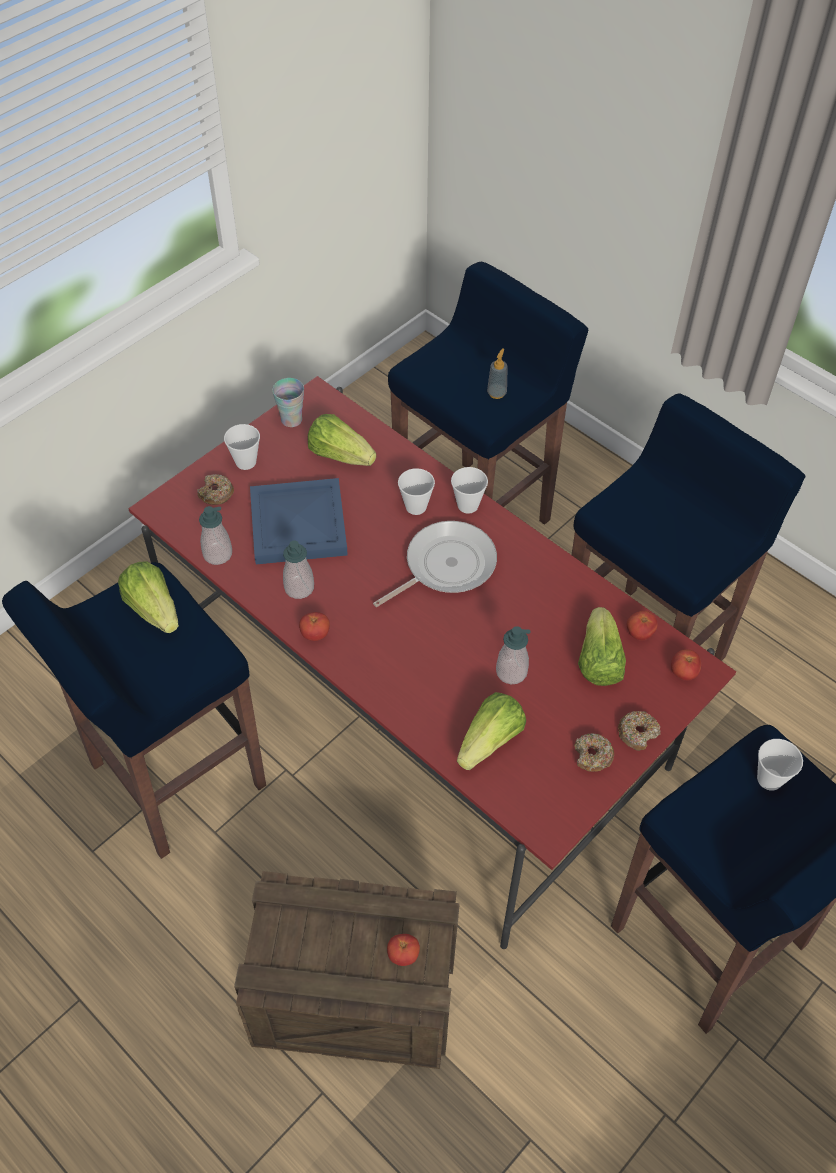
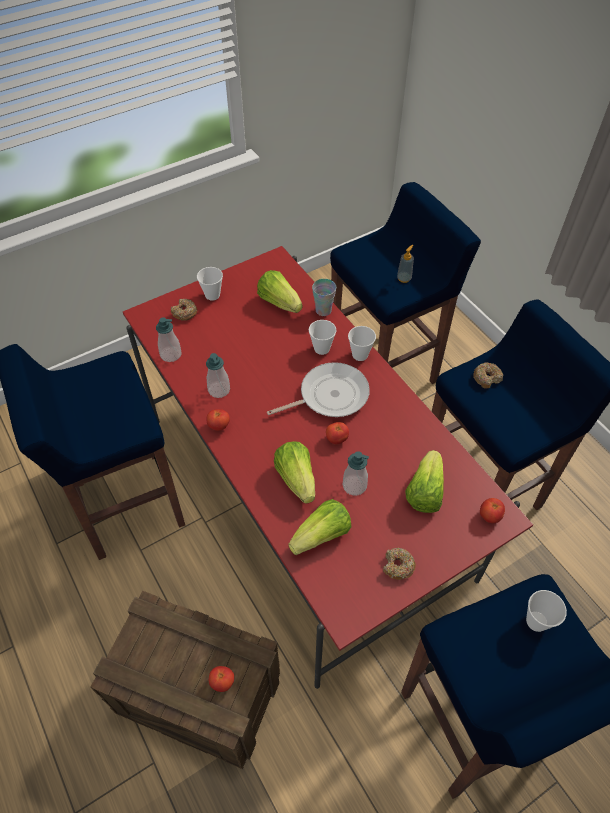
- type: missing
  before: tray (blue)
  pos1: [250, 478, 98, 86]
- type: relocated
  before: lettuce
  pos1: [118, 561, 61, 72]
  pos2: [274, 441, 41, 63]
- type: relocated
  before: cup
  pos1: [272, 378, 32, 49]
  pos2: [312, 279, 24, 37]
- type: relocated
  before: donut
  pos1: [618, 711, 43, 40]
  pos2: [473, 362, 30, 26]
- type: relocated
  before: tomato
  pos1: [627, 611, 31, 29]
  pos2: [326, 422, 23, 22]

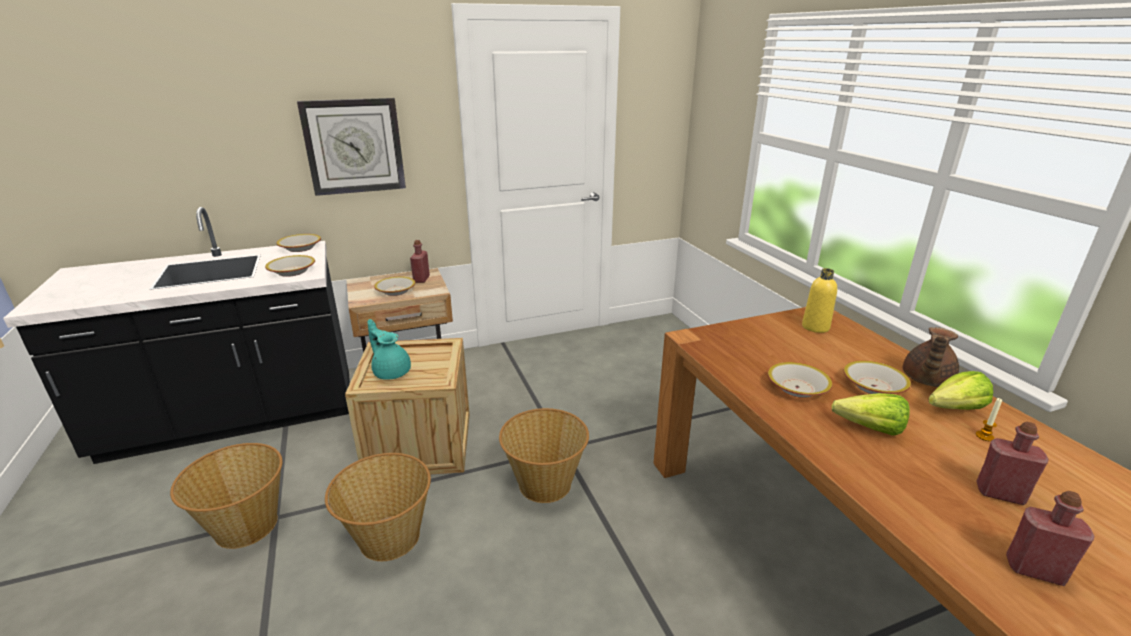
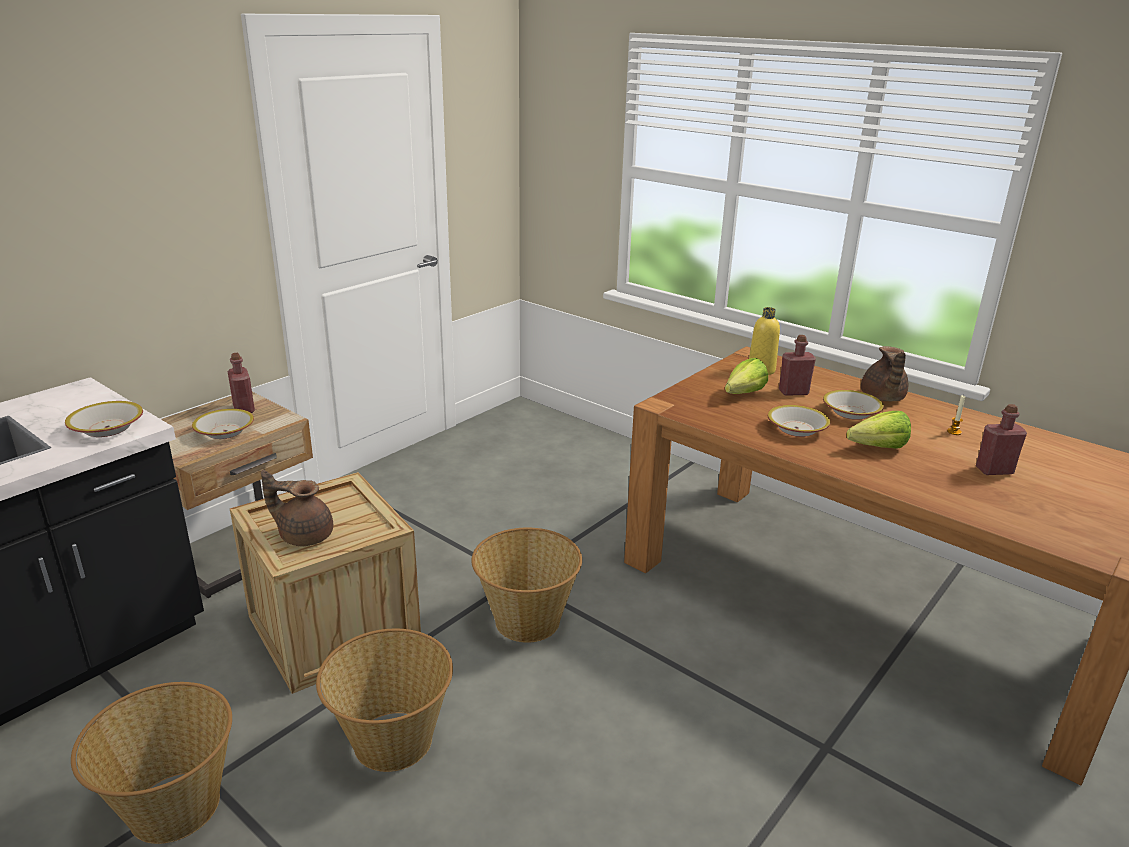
- type: missing
  before: bowl
  pos1: [276, 234, 45, 18]
- type: missing
  before: wall clock
  pos1: [297, 98, 109, 98]
- type: relocated
  before: lettuce
  pos1: [928, 371, 65, 39]
  pos2: [725, 358, 43, 36]
- type: relocated
  before: bottle (red)
  pos1: [1006, 491, 89, 95]
  pos2: [779, 335, 37, 61]
- type: colour
  before: teapot (turquoise)
  after: teapot (brown)
  pos1: [368, 319, 43, 61]
  pos2: [261, 470, 72, 76]

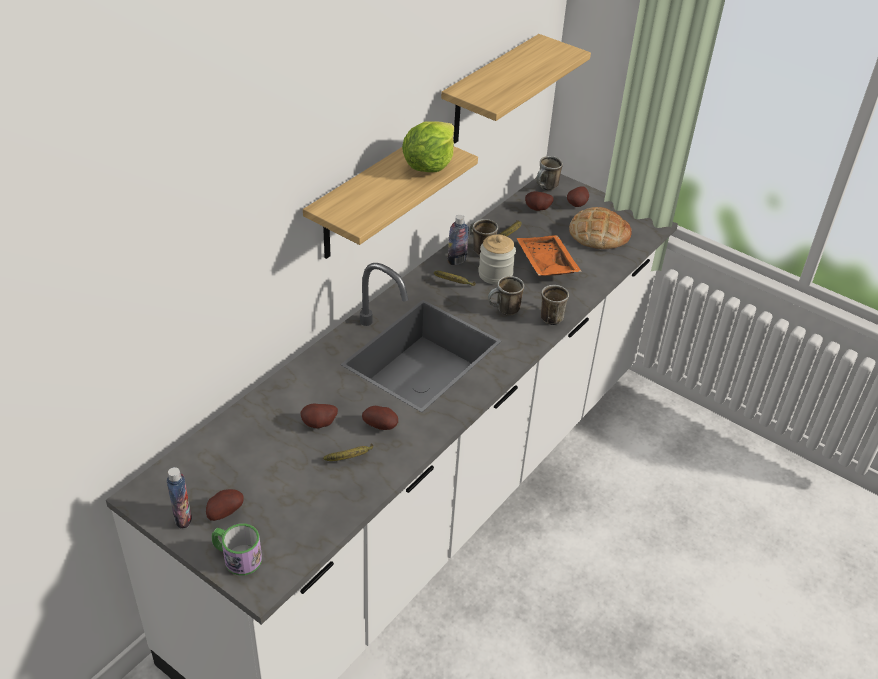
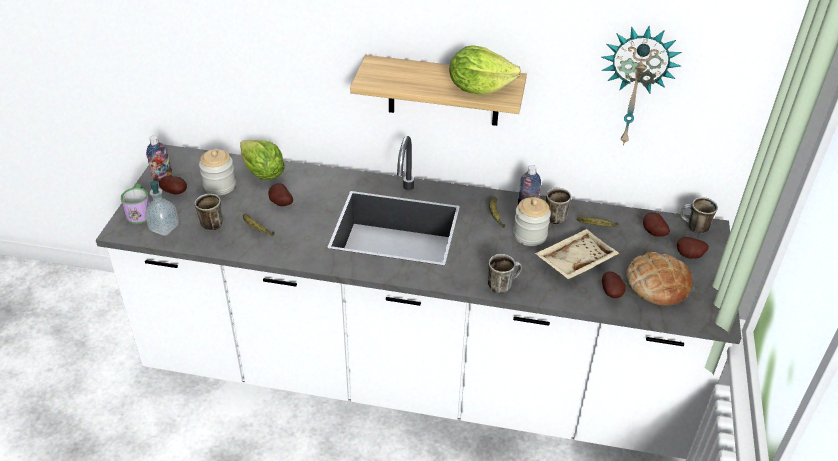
- type: appeared
  after: soap dispenser
  pos2: [145, 180, 34, 56]
- type: appeared
  after: jar
  pos2: [199, 149, 37, 47]
- type: appeared
  after: lettuce
  pos2: [240, 140, 45, 40]
- type: relocated
  before: potato
  pos1: [362, 406, 36, 24]
  pos2: [602, 271, 24, 27]
- type: relocated
  before: mug
  pos1: [488, 276, 36, 40]
  pos2: [195, 194, 28, 37]
- type: exchanged
  before: shelf
  after: wall clock
  pos1: [441, 34, 150, 109]
  pos2: [602, 26, 80, 120]
- type: colour
  before: tray (orange)
  after: tray (beige)
  pos1: [517, 235, 65, 41]
  pos2: [535, 229, 85, 50]

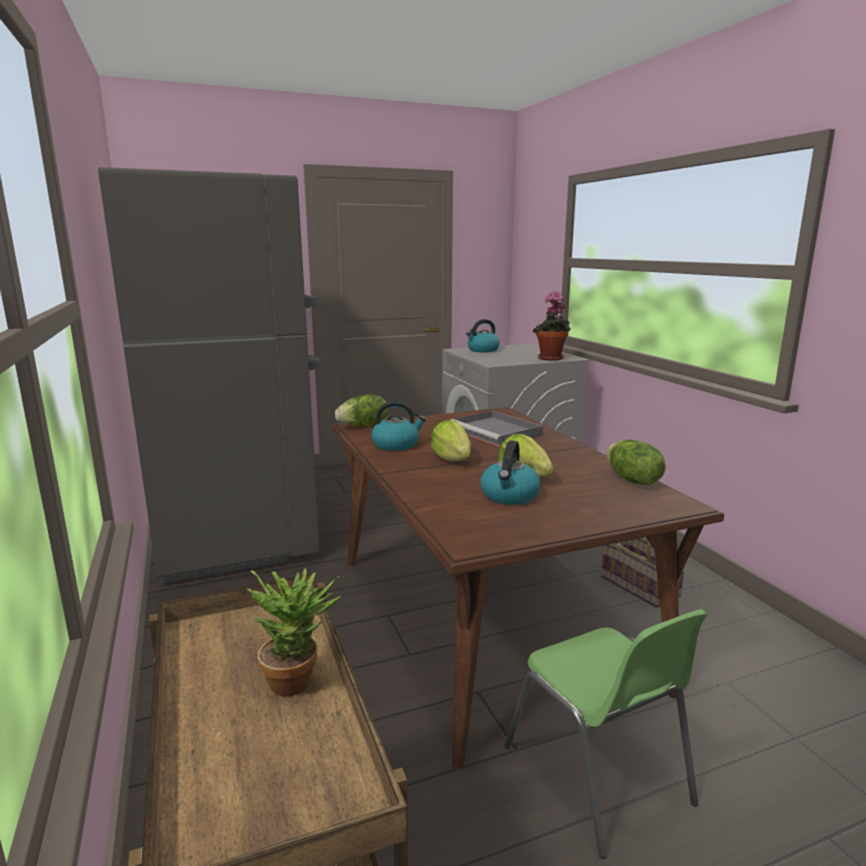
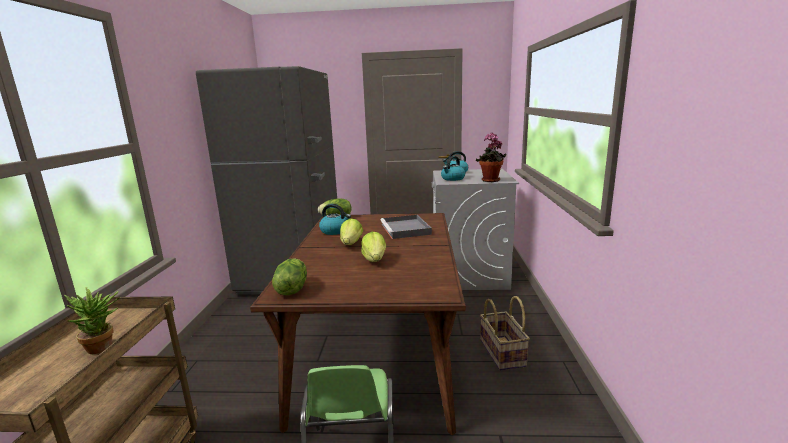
- type: relocated
  before: kettle
  pos1: [480, 441, 60, 64]
  pos2: [441, 156, 24, 25]
- type: relocated
  before: lettuce
  pos1: [607, 440, 59, 45]
  pos2: [272, 258, 35, 37]

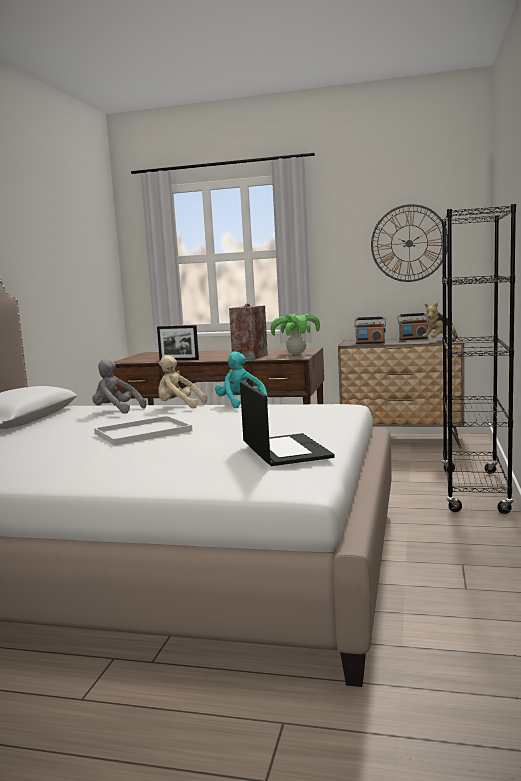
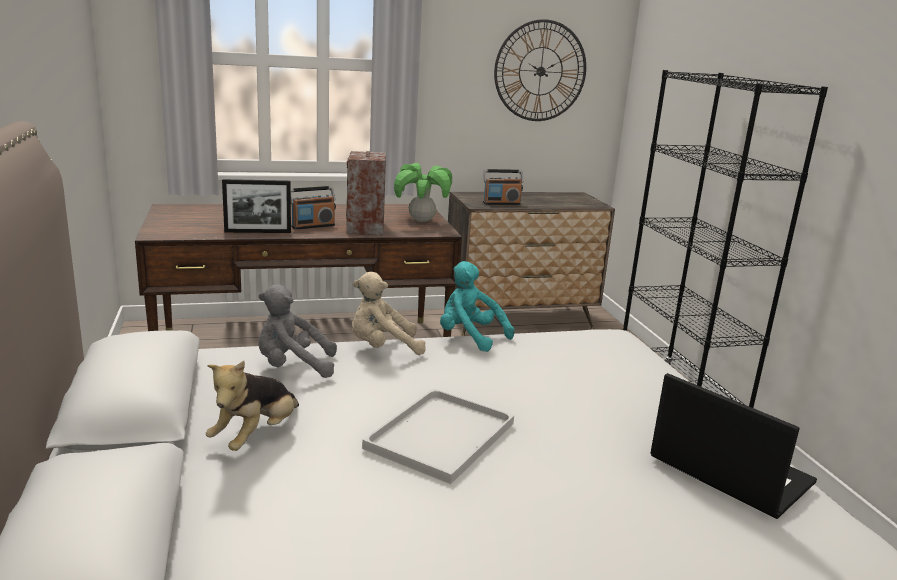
- type: relocated
  before: radio
  pos1: [397, 313, 31, 27]
  pos2: [291, 186, 45, 44]
- type: relocated
  before: plush toy
  pos1: [422, 302, 36, 36]
  pos2: [206, 361, 93, 90]

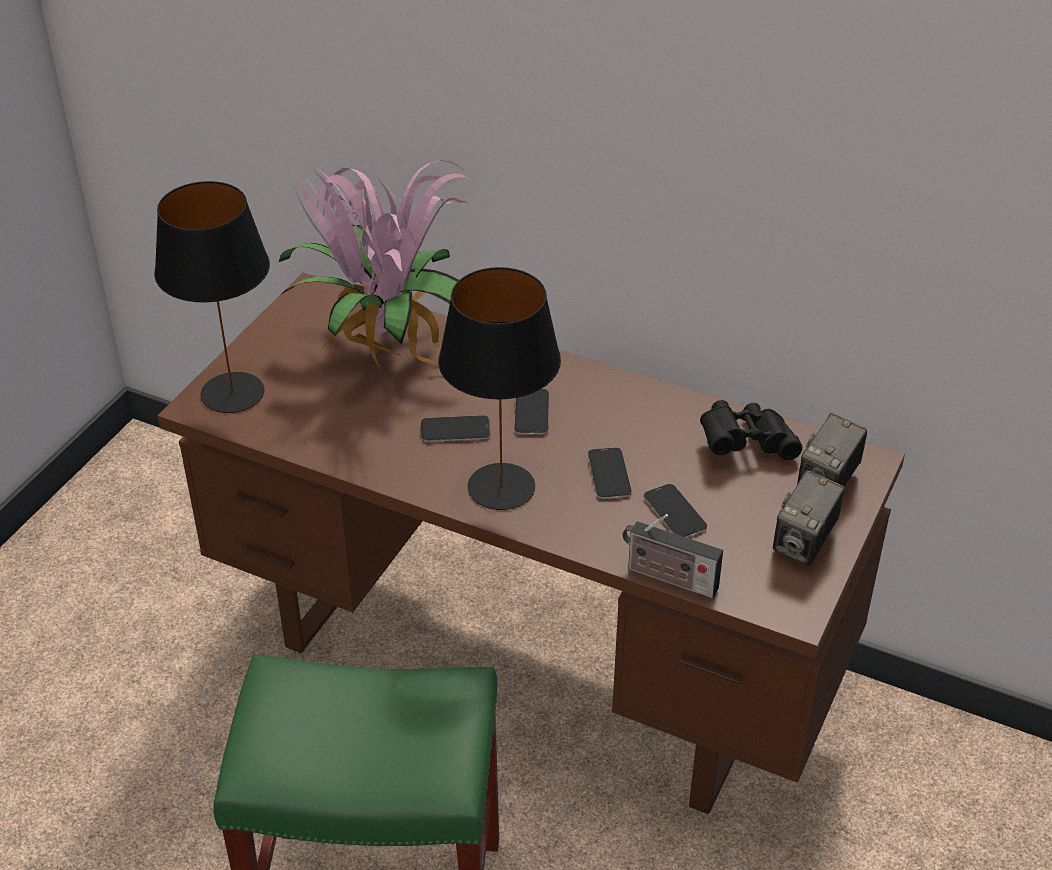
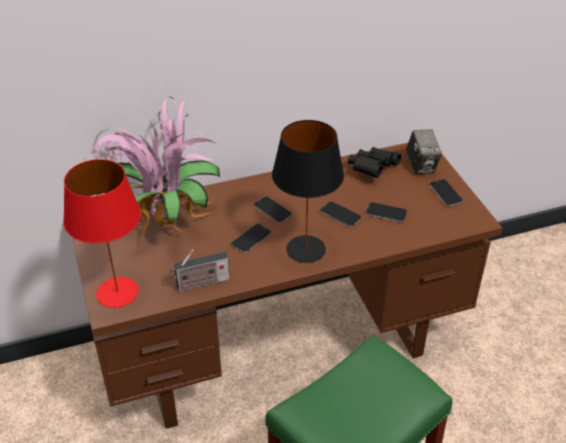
- type: relocated
  before: radio
  pos1: [622, 514, 101, 84]
  pos2: [169, 249, 61, 43]
- type: exchanged
  before: photo camera
  after: phone
  pos1: [773, 470, 72, 96]
  pos2: [429, 179, 34, 27]
- type: colour
  before: table lamp (black)
  after: table lamp (red)
  pos1: [154, 181, 116, 232]
  pos2: [63, 159, 78, 149]

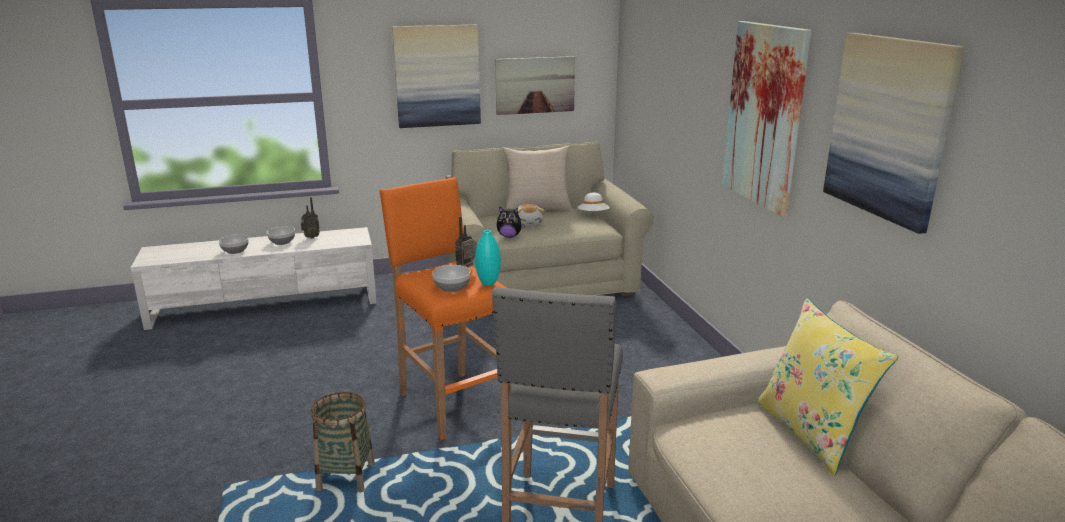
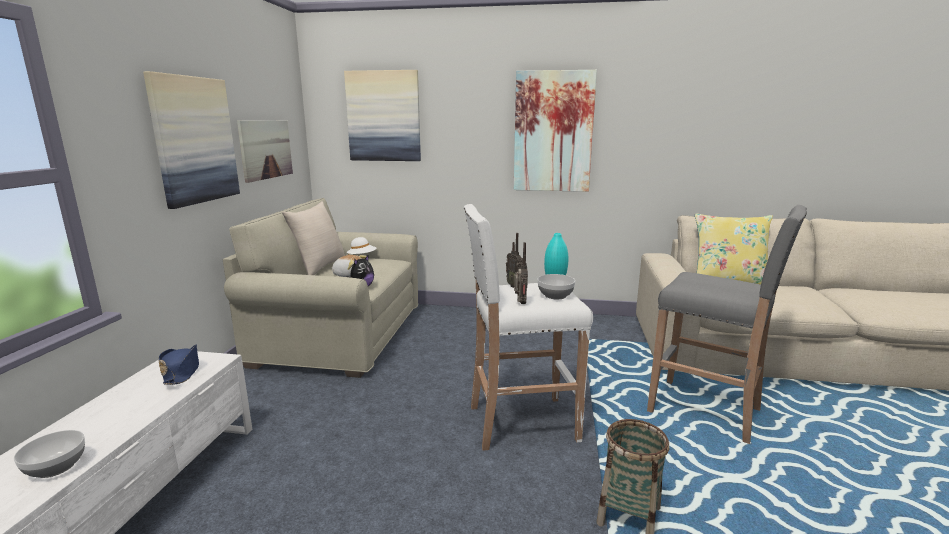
- type: missing
  before: bowl
  pos1: [267, 226, 28, 19]
- type: appeared
  after: hat (blue)
  pos2: [159, 344, 40, 41]
- type: relocated
  before: radio
  pos1: [301, 197, 19, 42]
  pos2: [514, 242, 14, 62]
- type: relocated
  before: picture
  pos1: [823, 33, 142, 201]
  pos2: [344, 70, 77, 91]
- type: colour
  before: stool (orange)
  after: stool (white)
  pos1: [380, 177, 127, 263]
  pos2: [464, 204, 129, 247]

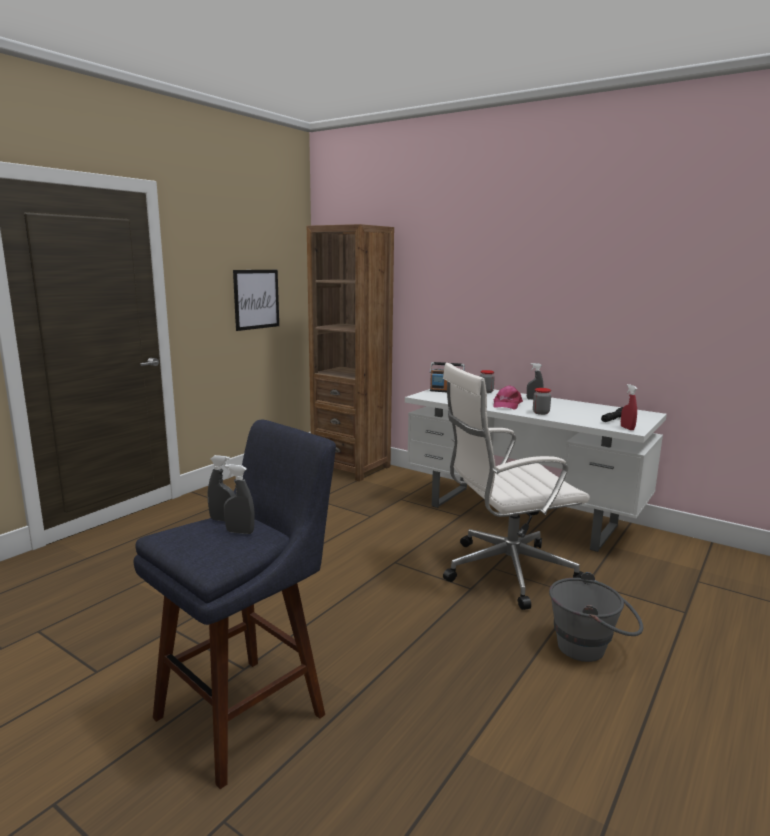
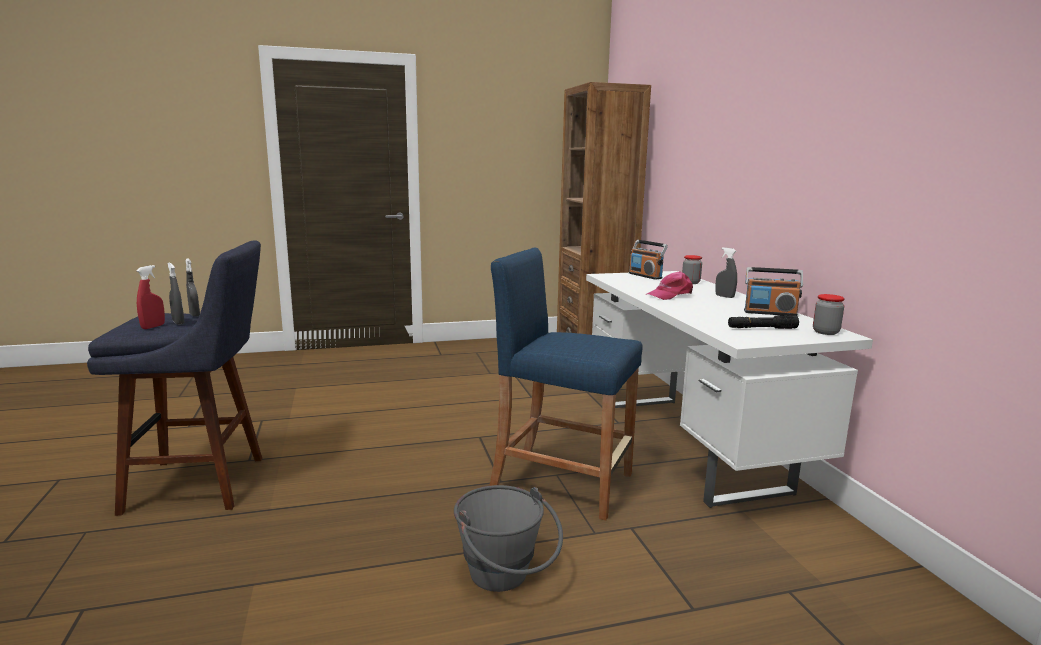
- type: missing
  before: picture
  pos1: [233, 270, 46, 61]
- type: appeared
  after: radio
  pos2: [744, 267, 59, 49]
- type: relocated
  before: jar
  pos1: [533, 388, 18, 27]
  pos2: [813, 294, 32, 41]
- type: relocated
  before: spray bottle (red)
  pos1: [621, 384, 16, 46]
  pos2: [137, 265, 28, 64]
- type: exchanged
  before: office chair (white)
  after: stool (blue)
  pos1: [443, 363, 147, 247]
  pos2: [489, 247, 154, 273]

